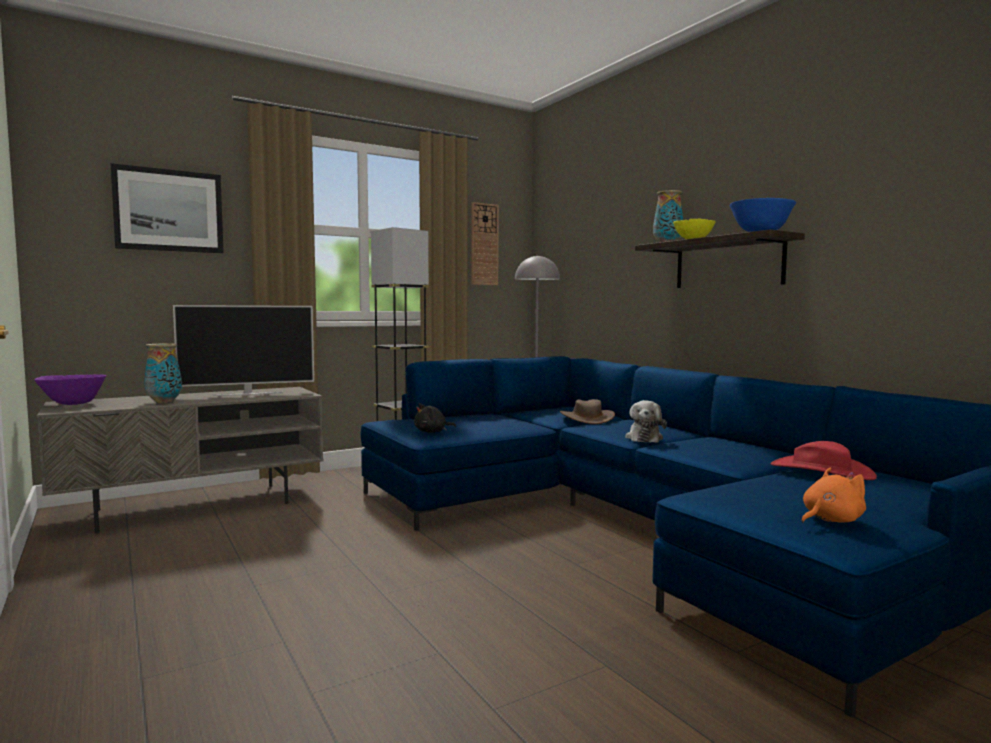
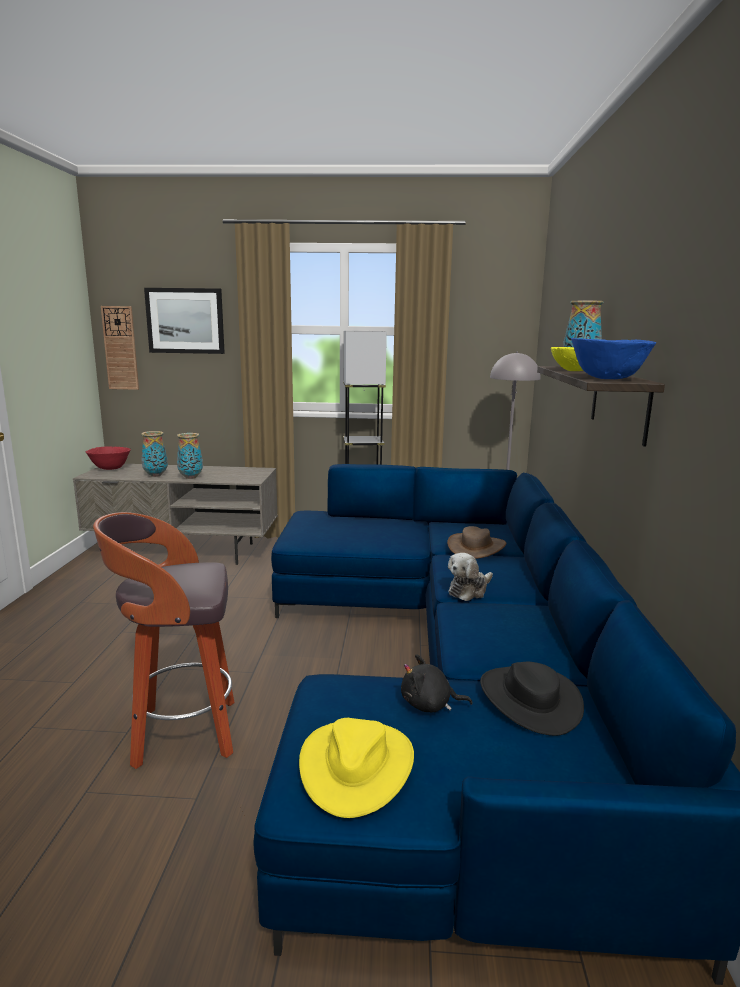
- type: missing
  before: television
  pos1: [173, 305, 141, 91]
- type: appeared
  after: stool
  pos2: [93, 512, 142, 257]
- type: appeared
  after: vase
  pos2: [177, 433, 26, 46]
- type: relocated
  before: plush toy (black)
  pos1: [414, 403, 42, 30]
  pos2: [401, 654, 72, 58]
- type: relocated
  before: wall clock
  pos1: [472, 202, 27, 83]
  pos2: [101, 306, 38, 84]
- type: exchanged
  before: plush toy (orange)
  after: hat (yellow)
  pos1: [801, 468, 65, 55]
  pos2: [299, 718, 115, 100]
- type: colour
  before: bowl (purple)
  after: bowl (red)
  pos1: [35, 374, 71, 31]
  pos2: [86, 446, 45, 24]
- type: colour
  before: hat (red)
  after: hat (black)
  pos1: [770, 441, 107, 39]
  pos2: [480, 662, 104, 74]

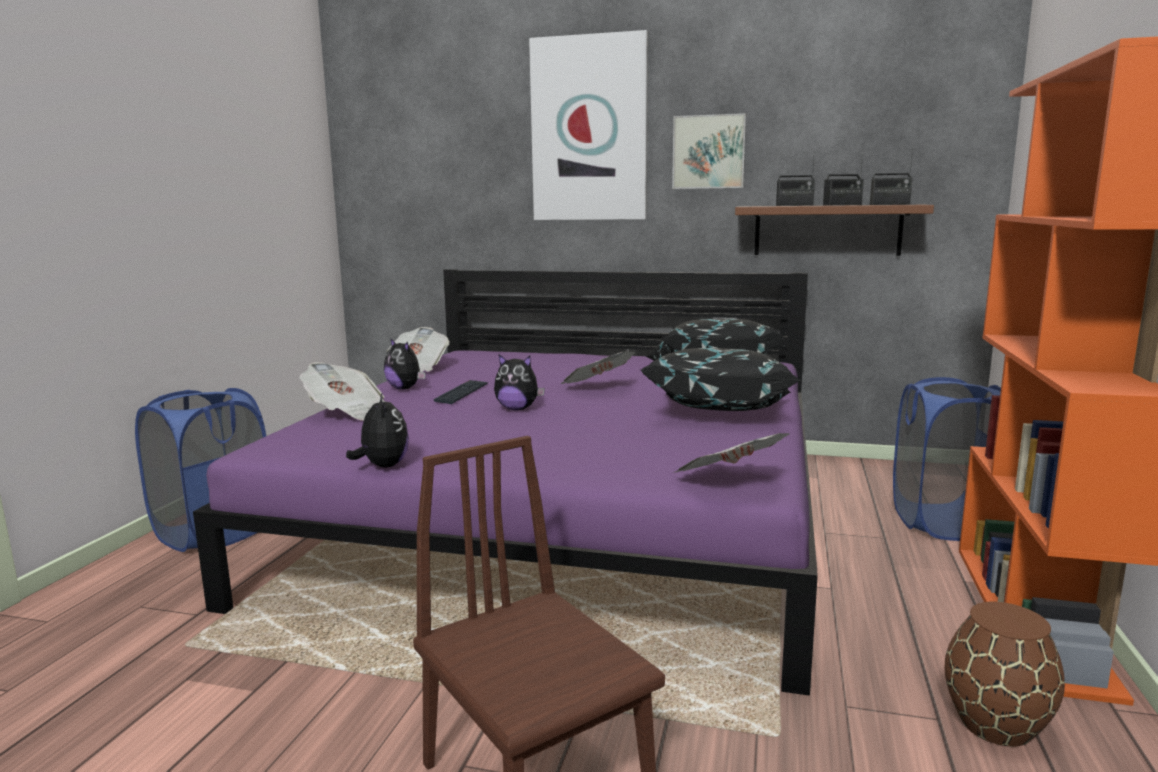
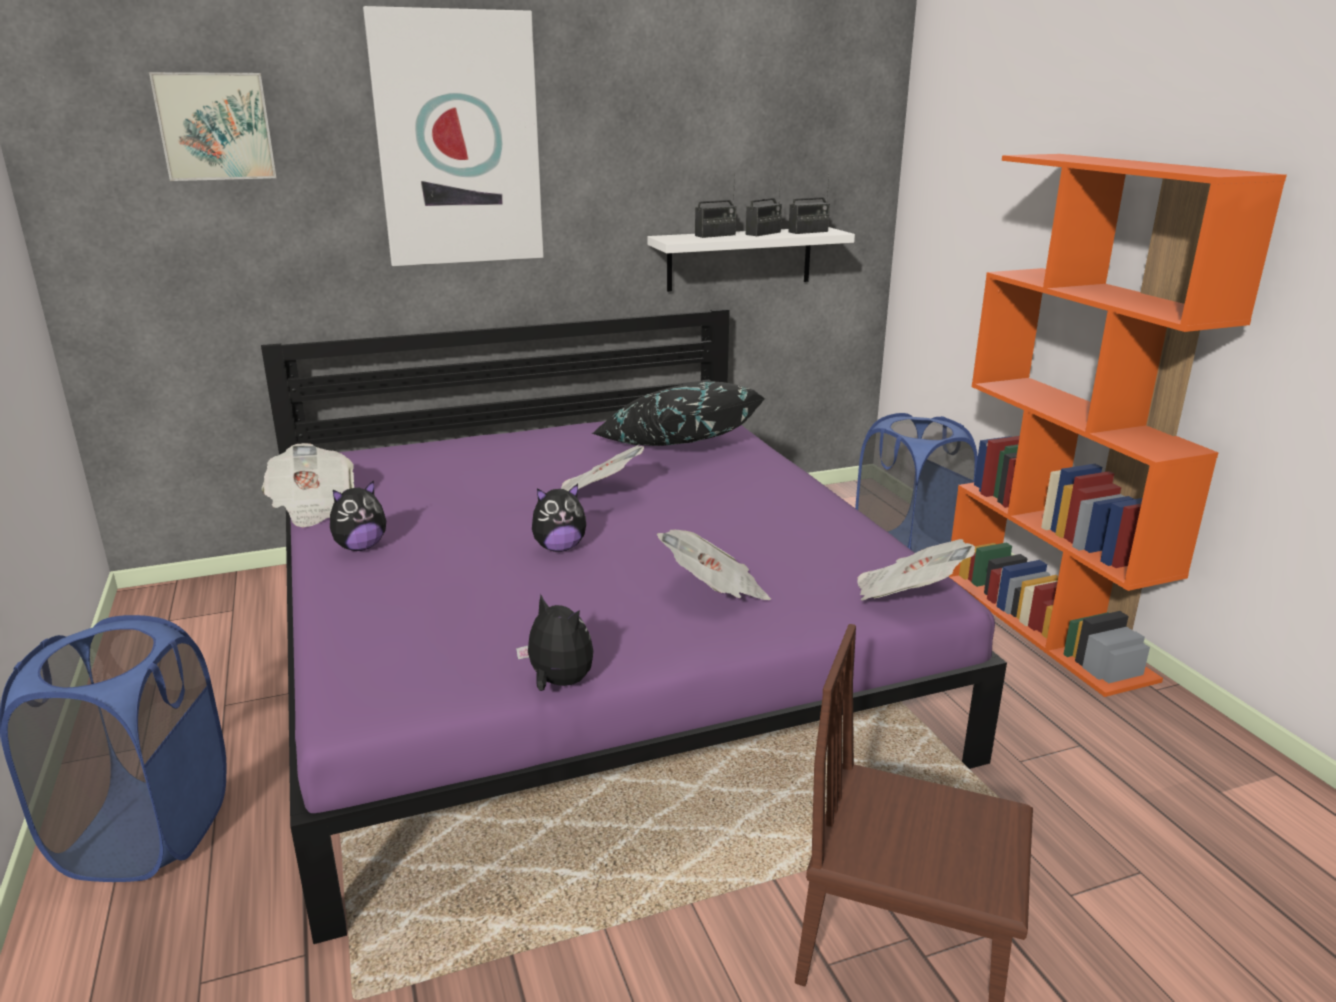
- type: missing
  before: keyboard
  pos1: [434, 380, 54, 24]
- type: missing
  before: pillow (black)
  pos1: [641, 348, 159, 63]
- type: missing
  before: vase (brown)
  pos1: [945, 602, 120, 145]
- type: relocated
  before: newspaper
  pos1: [300, 362, 86, 59]
  pos2: [657, 530, 114, 70]
- type: relocated
  before: picture
  pos1: [672, 113, 74, 76]
  pos2: [149, 72, 128, 109]
- type: colour
  before: shelf (brown)
  after: shelf (white)
  pos1: [735, 205, 199, 51]
  pos2: [647, 227, 208, 65]
- type: spun
  before: plush toy
  pos1: [384, 338, 41, 51]
  pos2: [330, 480, 56, 71]
  turn: -45

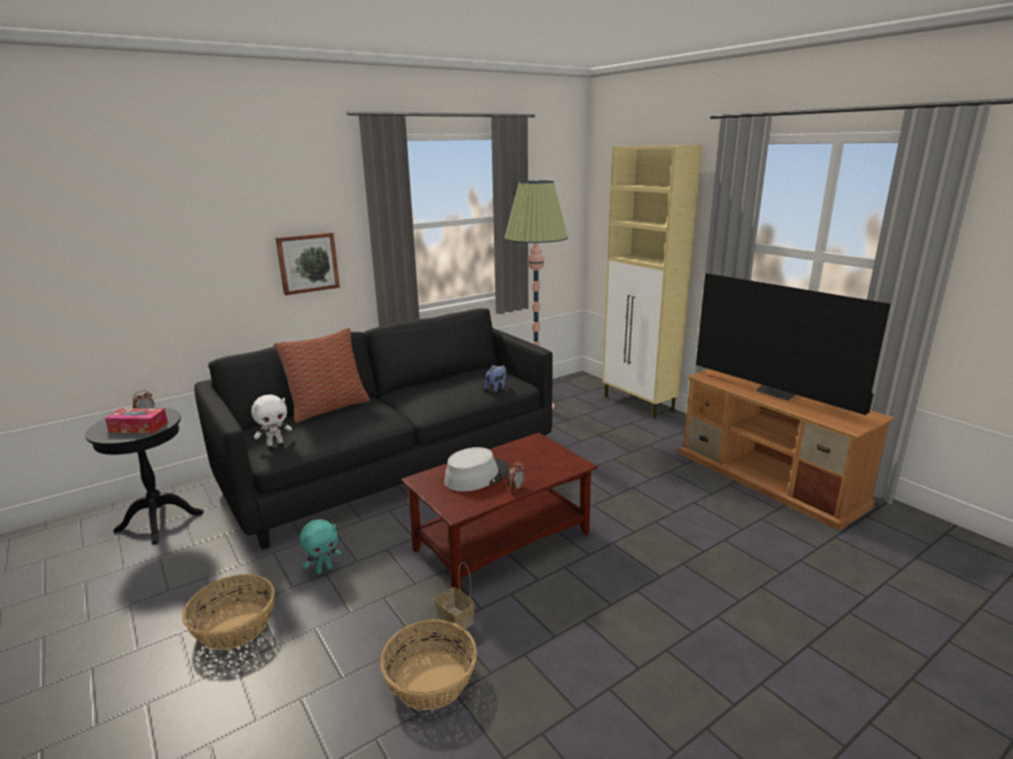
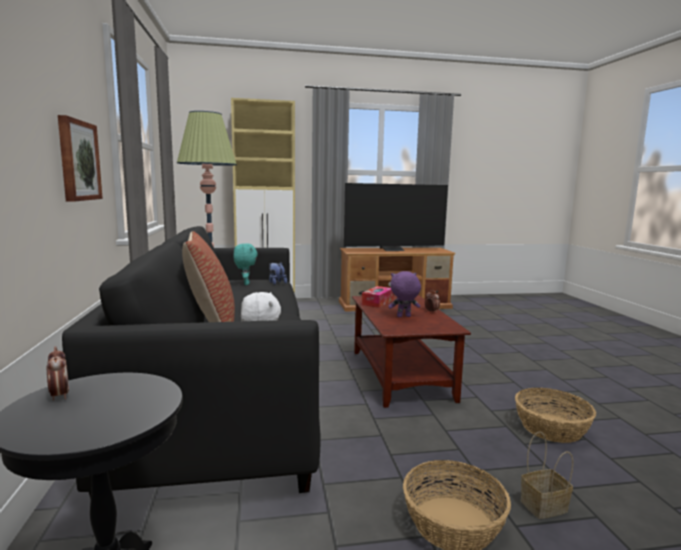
- type: relocated
  before: tissue box
  pos1: [105, 408, 63, 25]
  pos2: [362, 286, 32, 22]
- type: relocated
  before: plush toy (turquoise)
  pos1: [300, 519, 42, 55]
  pos2: [234, 243, 23, 42]
- type: relocated
  before: basket
  pos1: [434, 562, 40, 72]
  pos2: [521, 431, 52, 88]
- type: exchanged
  before: hat (grey)
  after: plush toy (purple)
  pos1: [444, 447, 65, 45]
  pos2: [388, 271, 33, 46]

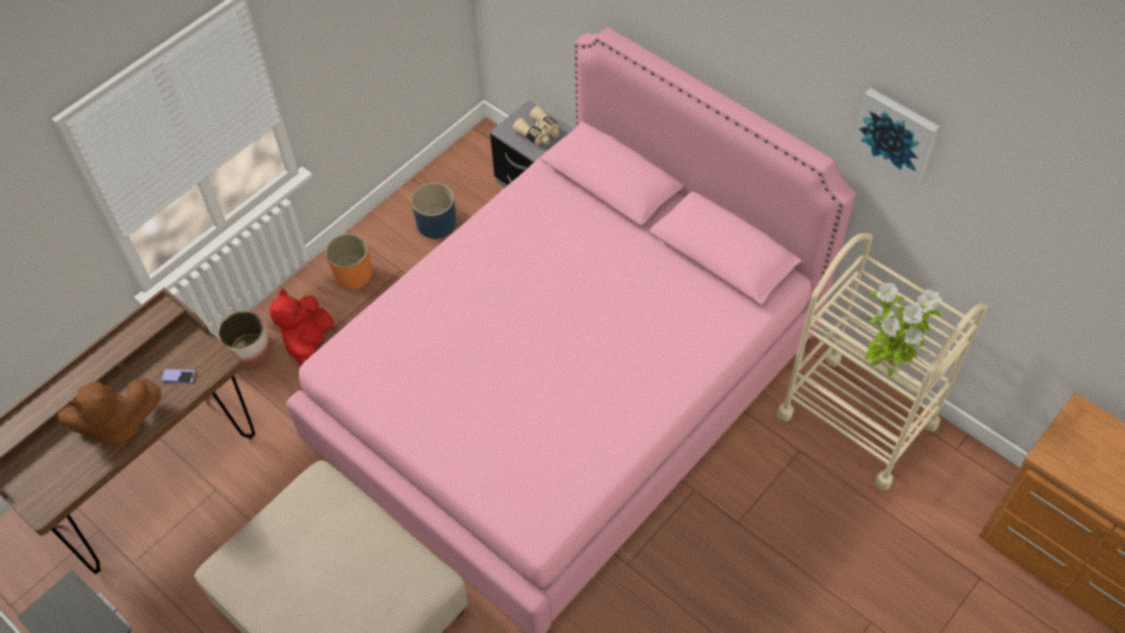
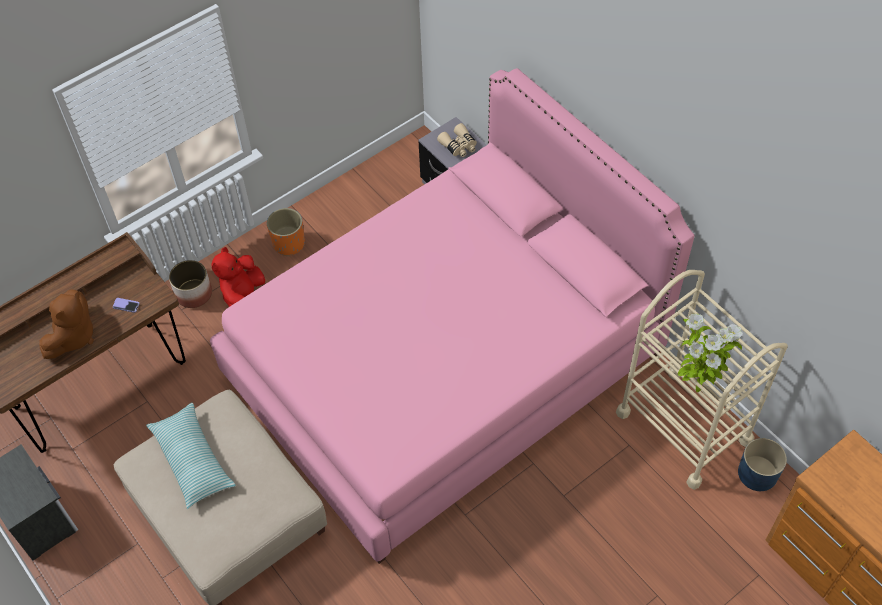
- type: missing
  before: picture
  pos1: [851, 88, 89, 97]
- type: appeared
  after: pillow
  pos2: [146, 403, 90, 106]
- type: relocated
  before: planter (blue)
  pos1: [411, 183, 46, 56]
  pos2: [738, 438, 49, 53]
- type: spun
  before: plush toy (brown)
  pos1: [58, 378, 103, 71]
  pos2: [39, 290, 55, 69]
  turn: -60

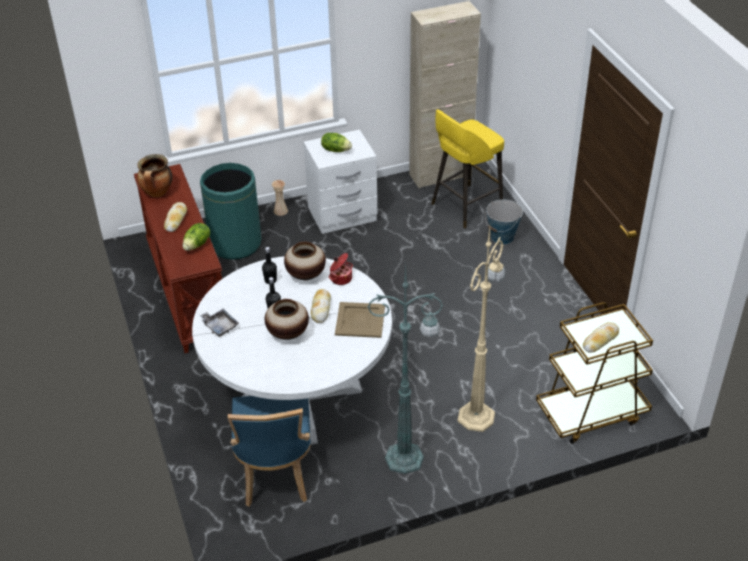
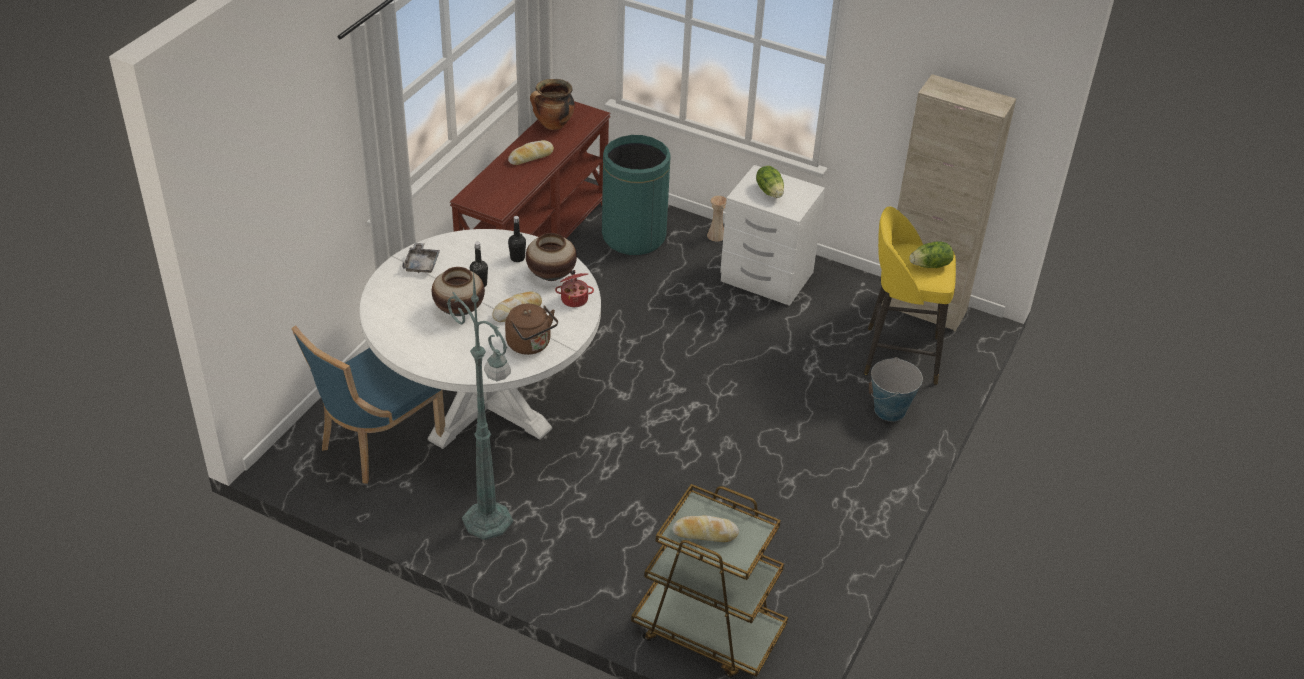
- type: missing
  before: floor lamp (beige)
  pos1: [457, 227, 48, 205]
- type: relocated
  before: lettuce
  pos1: [183, 223, 27, 28]
  pos2: [909, 241, 44, 27]
- type: exchanged
  before: tray (beige)
  after: kettle (brown)
  pos1: [335, 302, 50, 36]
  pos2: [505, 304, 53, 51]

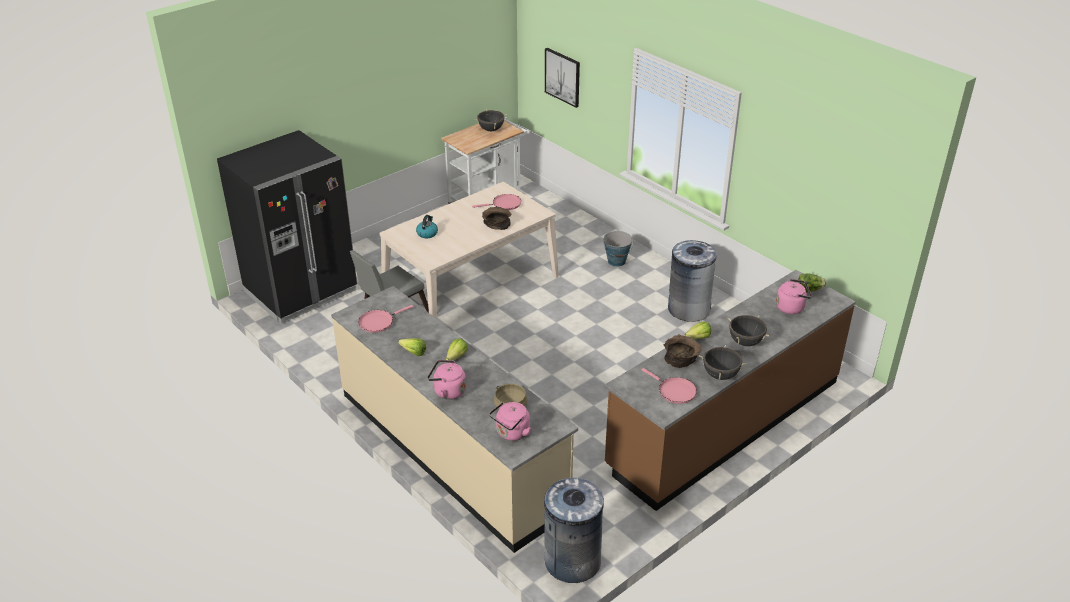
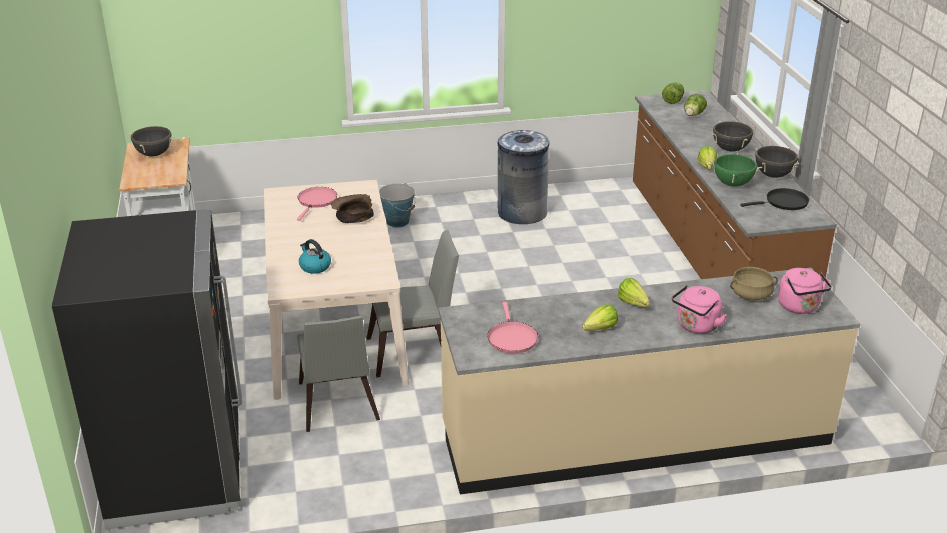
- type: missing
  before: trash can (grey)
  pos1: [544, 477, 60, 106]
- type: missing
  before: picture
  pos1: [545, 48, 35, 60]
- type: appeared
  after: chair (grey)
  pos2: [367, 230, 92, 147]
- type: exchanged
  before: bowl (brown)
  after: cooking pot (green)
  pos1: [663, 334, 39, 34]
  pos2: [709, 153, 53, 34]
- type: exchanged
  before: kettle (pink)
  after: lettuce
  pos1: [776, 279, 36, 35]
  pos2: [684, 94, 23, 22]
- type: colour
  before: frying pan (pink)
  after: frying pan (black)
  pos1: [641, 368, 56, 36]
  pos2: [740, 188, 69, 22]

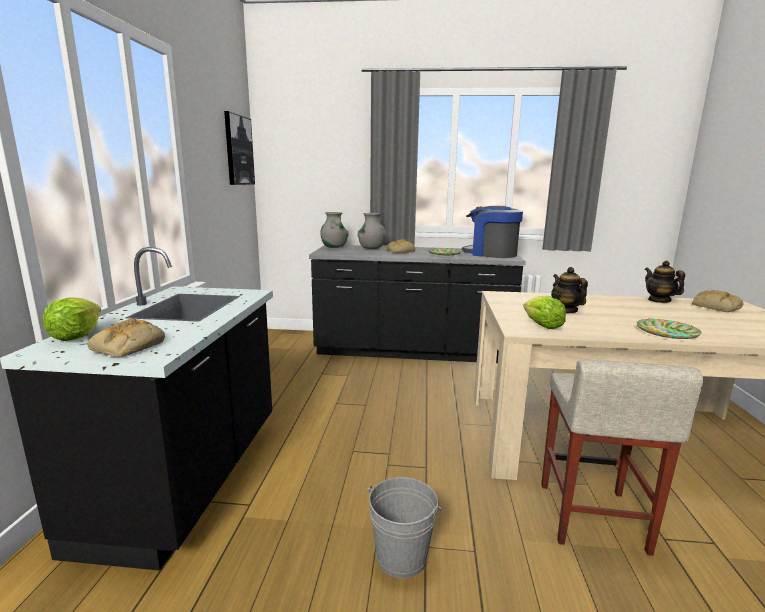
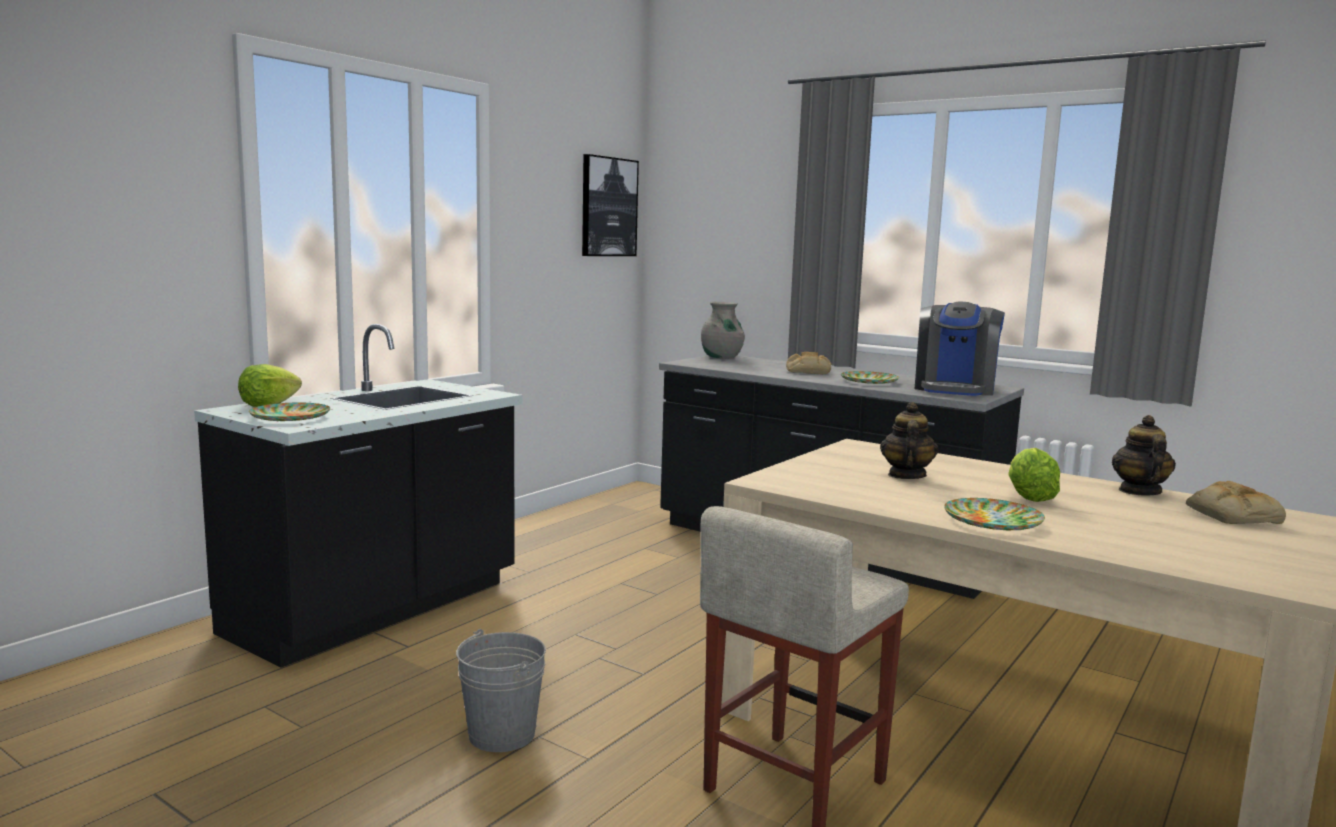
- type: missing
  before: vase (grey)
  pos1: [358, 213, 28, 36]
- type: relocated
  before: lettuce
  pos1: [523, 296, 43, 33]
  pos2: [1008, 448, 52, 54]
- type: exchanged
  before: bread
  after: plate
  pos1: [88, 318, 77, 39]
  pos2: [249, 403, 81, 18]
- type: spun
  before: coffee machine
  pos1: [462, 206, 61, 52]
  pos2: [915, 302, 90, 94]
  turn: -135

